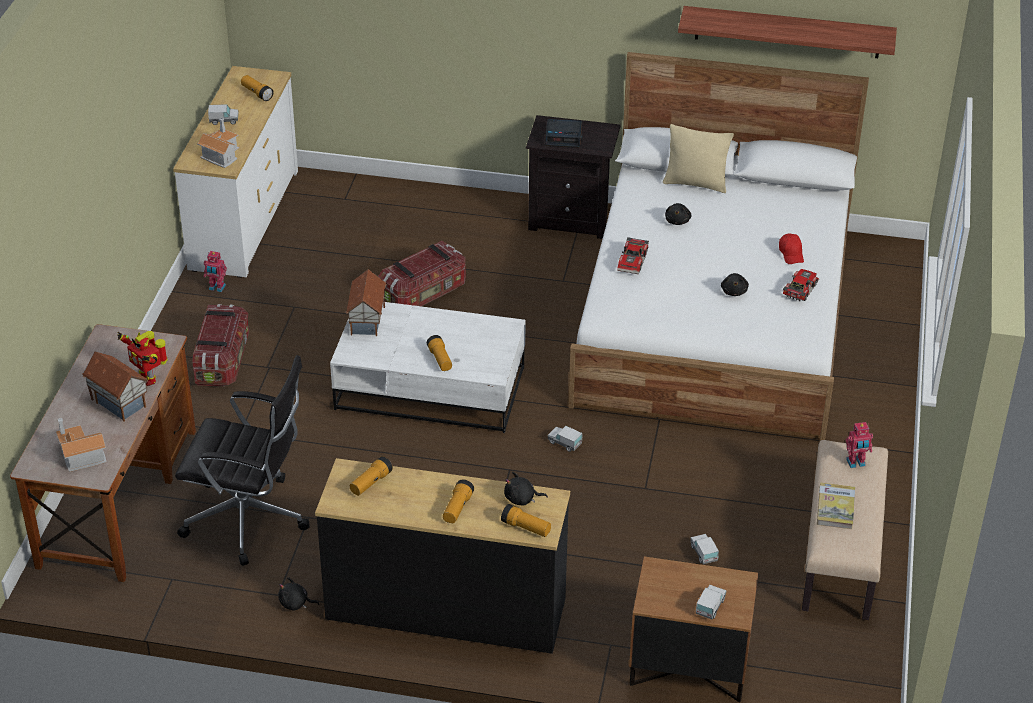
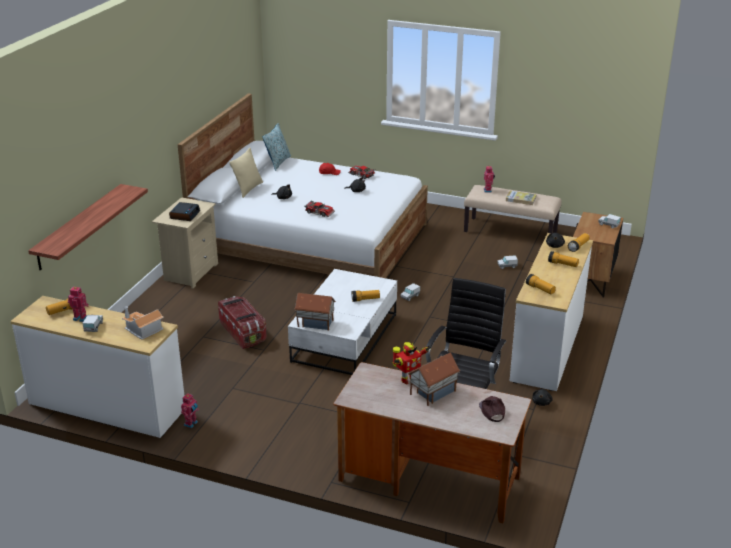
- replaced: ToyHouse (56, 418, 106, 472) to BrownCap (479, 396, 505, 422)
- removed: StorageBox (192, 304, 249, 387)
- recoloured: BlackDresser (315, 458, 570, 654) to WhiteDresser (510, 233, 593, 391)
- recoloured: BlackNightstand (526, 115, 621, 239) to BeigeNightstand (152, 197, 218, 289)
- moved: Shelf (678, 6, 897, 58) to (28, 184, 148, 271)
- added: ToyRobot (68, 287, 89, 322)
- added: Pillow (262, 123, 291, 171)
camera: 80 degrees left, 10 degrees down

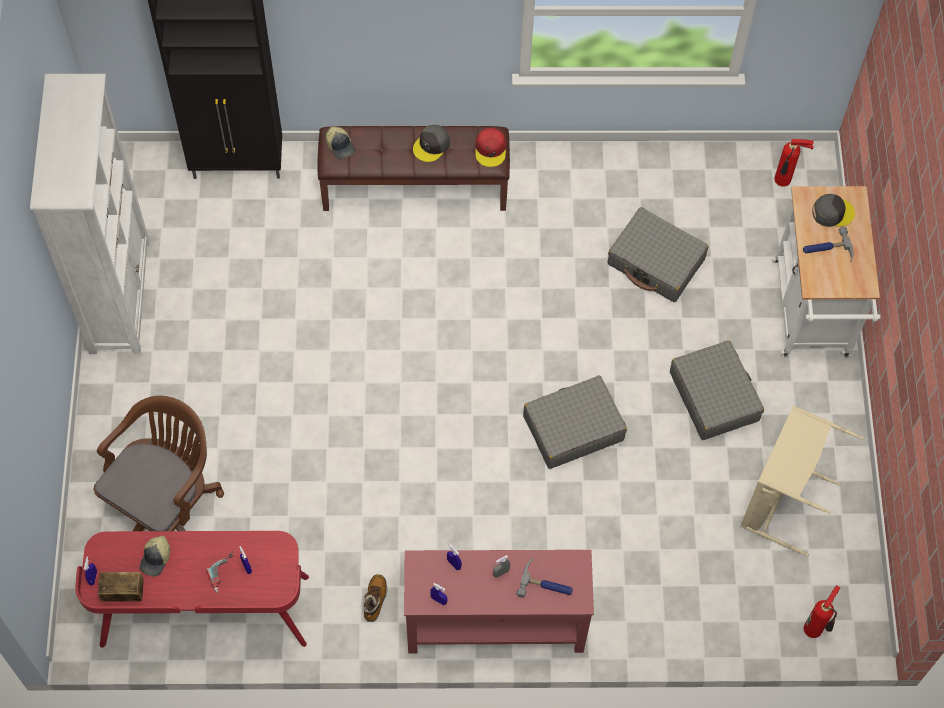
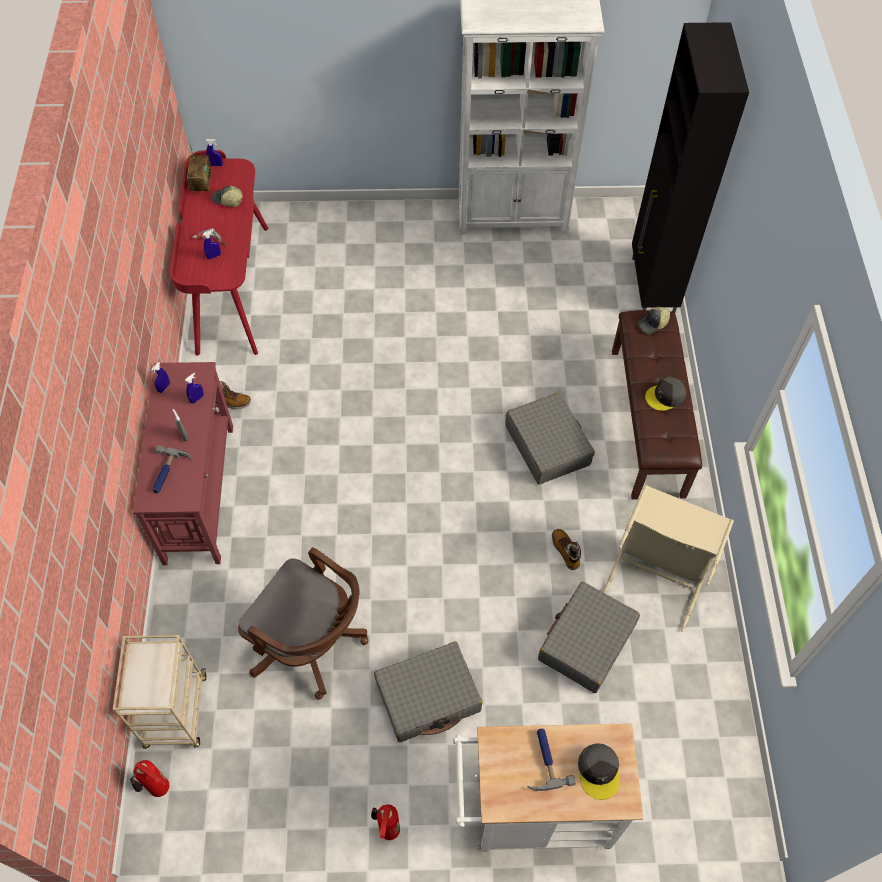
- moved: BrownOfficeChair (94, 396, 224, 531) to (238, 547, 369, 700)
- turned: GreyCap (413, 125, 450, 162) = (645, 377, 686, 411) 60 degrees counterclockwise
- removed: RedCap (475, 128, 506, 167)
- moved: GreySuitcase (523, 376, 627, 469) to (505, 392, 595, 485)
- moved: BeigeLaundryBasket (741, 405, 864, 556) to (603, 485, 734, 632)
- moved: FireExtinguisher (774, 139, 814, 187) to (371, 804, 400, 840)
- added: BeigeCart (113, 635, 207, 749)
- added: Boot (552, 529, 581, 570)
camera: 90 degrees right, 5 degrees down

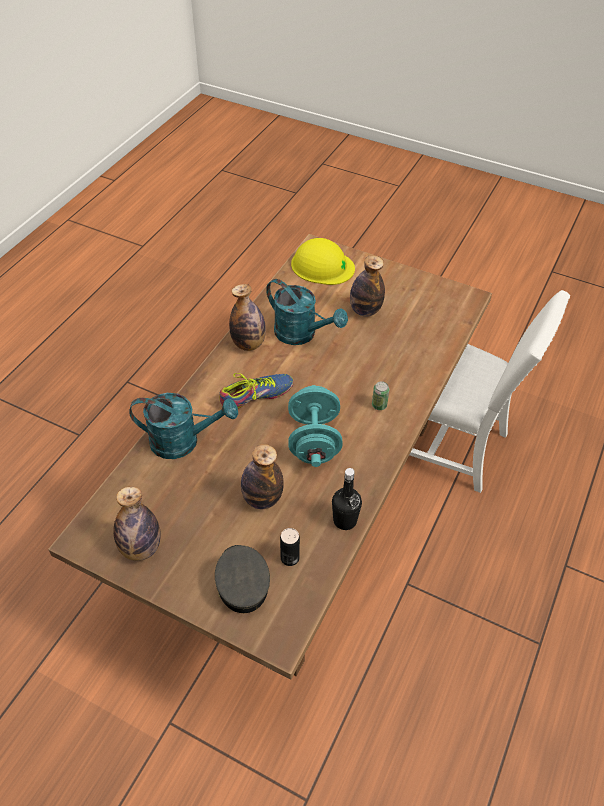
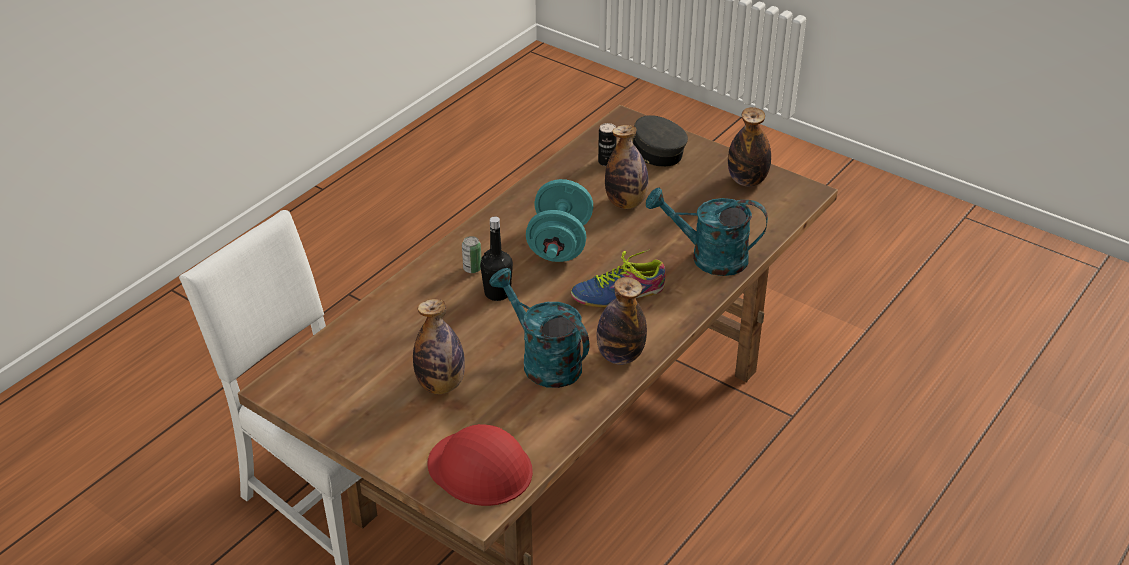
- turned: GreyCap (215, 545, 270, 613) = (632, 115, 688, 167) 135 degrees clockwise
- recoloured: YellowHardHat (291, 238, 355, 285) to RedHardHat (427, 424, 533, 506)
- moved: BlackBottle (332, 468, 362, 530) to (480, 217, 513, 301)
camera: 170 degrees left, 10 degrees down

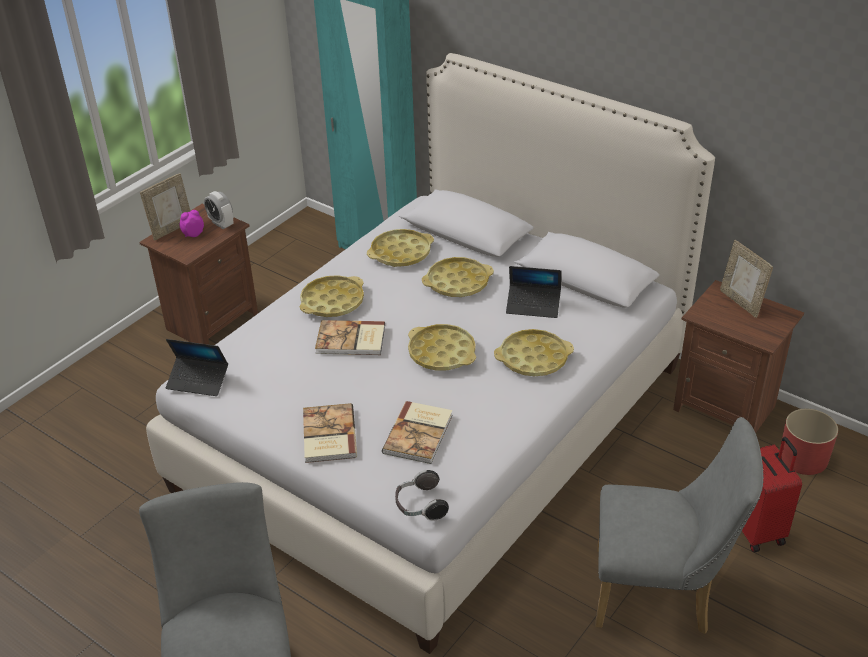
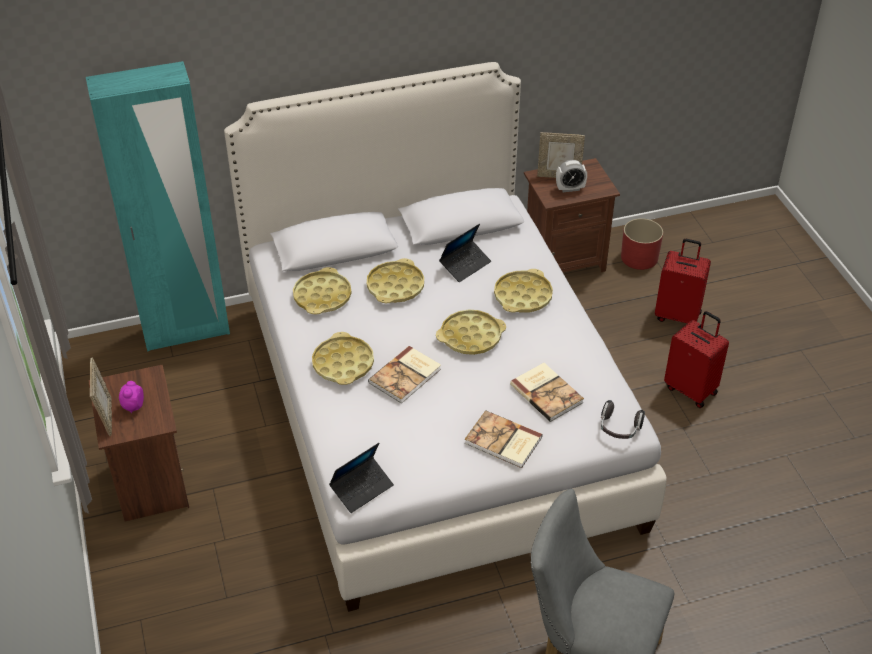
- moved: AlarmClock (204, 191, 233, 229) to (556, 160, 587, 192)
- replaced: GreyChair (595, 417, 764, 634) to RedSuitcase (664, 311, 729, 408)
camera: 55 degrees left, 5 degrees up

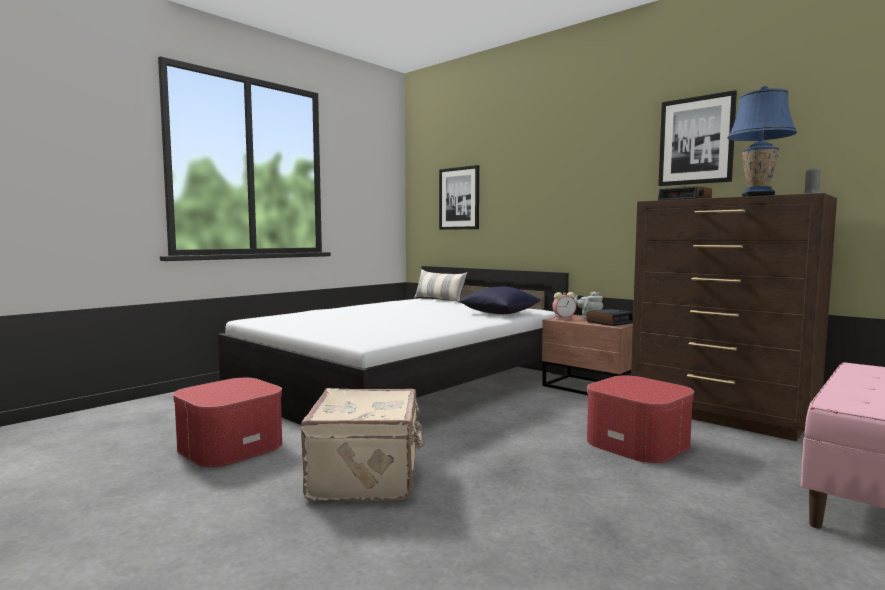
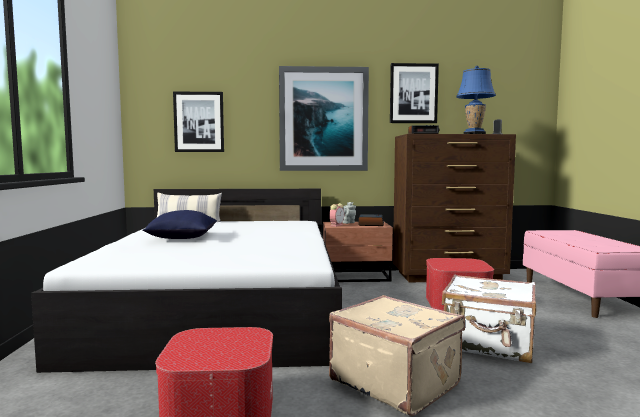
- moved: BluePillow (459, 287, 540, 314) to (142, 210, 217, 239)
- added: Picture (279, 66, 369, 171)
- added: WhiteSuitcase (442, 274, 536, 363)
camera: 45 degrees left, 0 degrees up

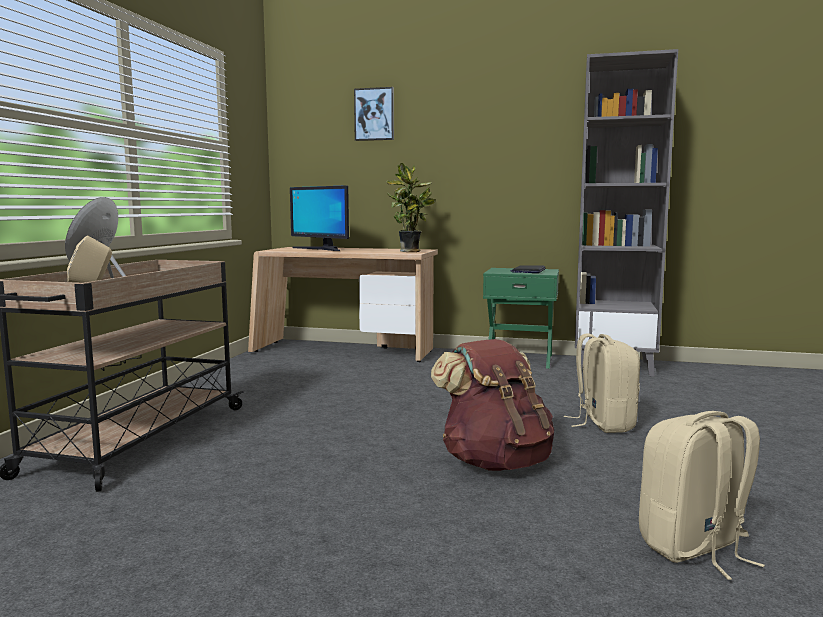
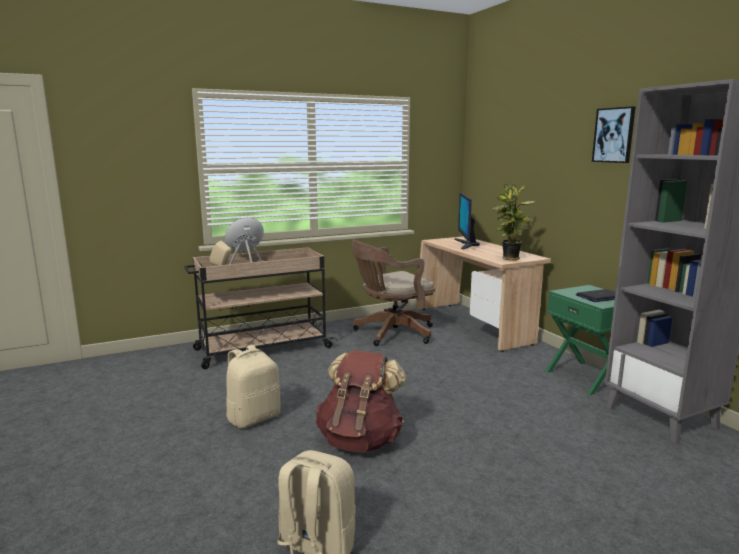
- moved: Picture (354, 87, 394, 141) to (592, 106, 635, 163)
- moved: BeigeBackpack (564, 333, 640, 433) to (226, 345, 281, 428)
- added: BrownOfficeChair (351, 240, 435, 346)
camera: 50 degrees right, 5 degrees up

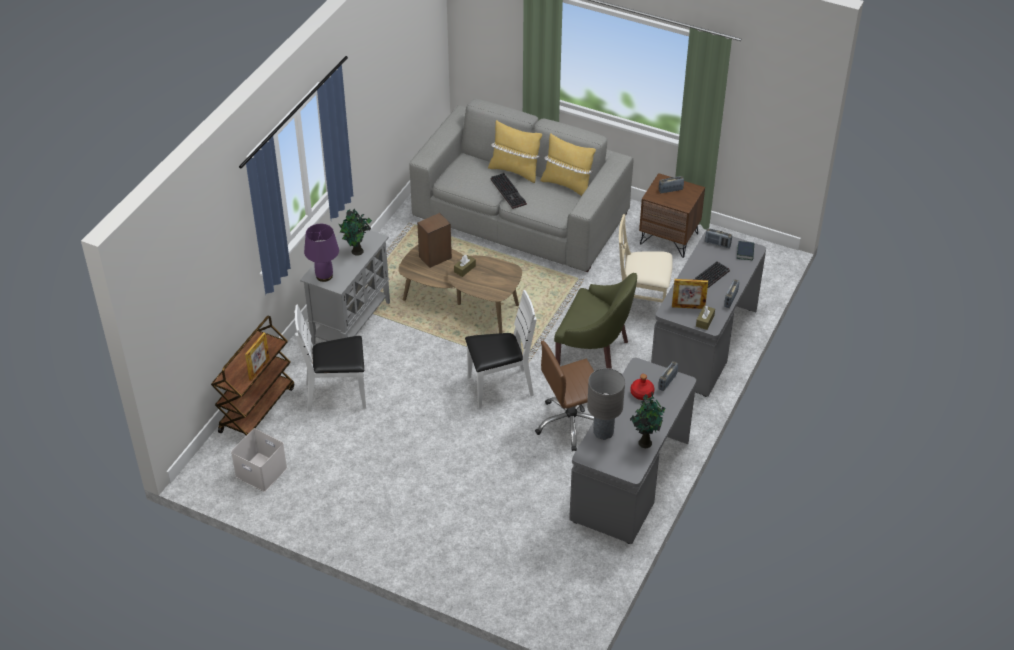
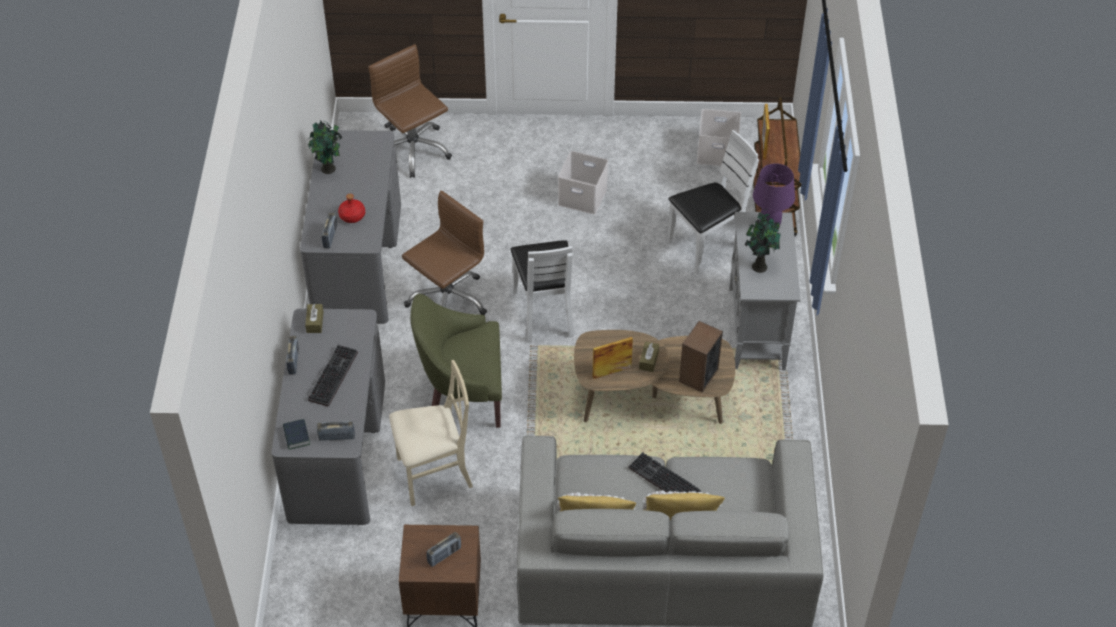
- turned: WhiteChair (465, 290, 537, 409) = (511, 240, 574, 342) 60 degrees counterclockwise
- removed: GreyTableLamp (587, 368, 625, 440)
- moved: PictureFrame (672, 279, 708, 309) to (593, 337, 633, 379)
- added: BrownOfficeChair (368, 44, 452, 178)
- added: WhiteStorageBox (558, 151, 608, 215)
camera: 155 degrees right, 5 degrees up

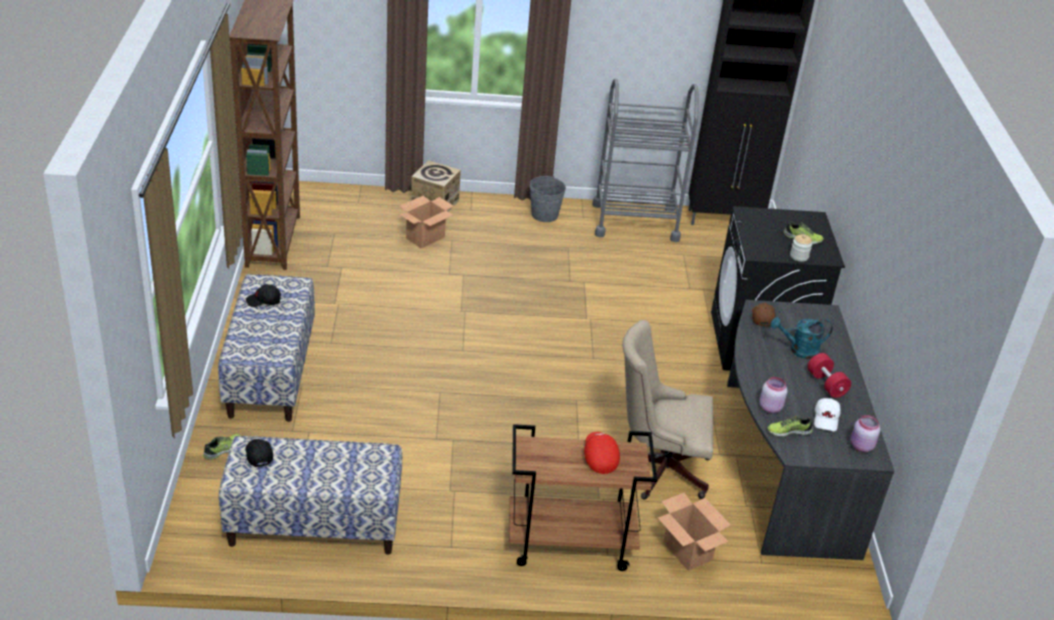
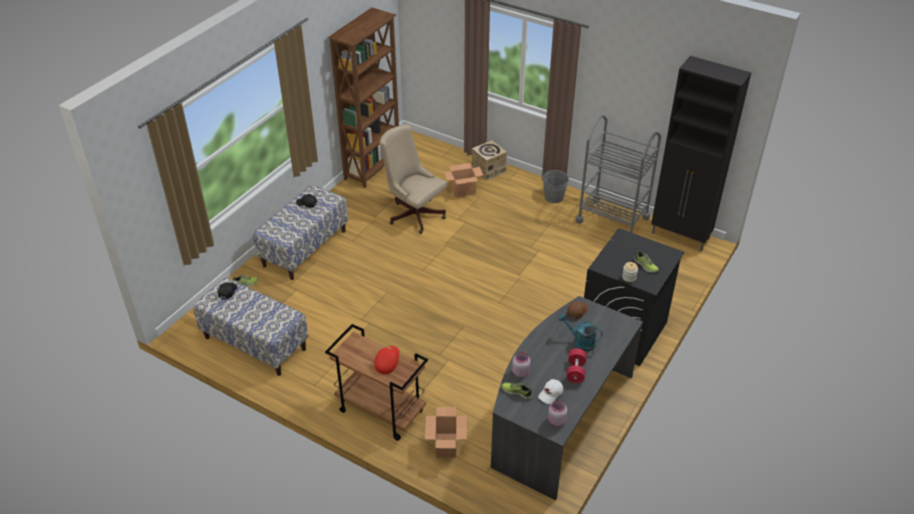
- moved: BeigeOfficeChair (622, 320, 713, 500) to (379, 124, 447, 234)
camera: 35 degrees right, 5 degrees up

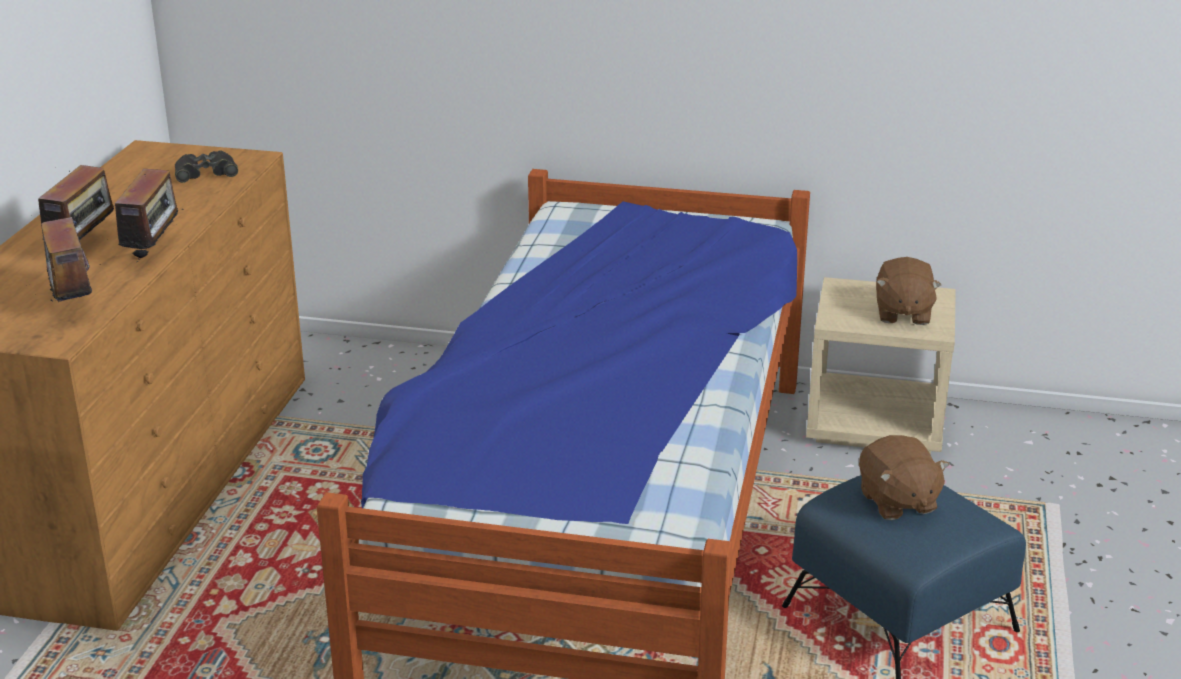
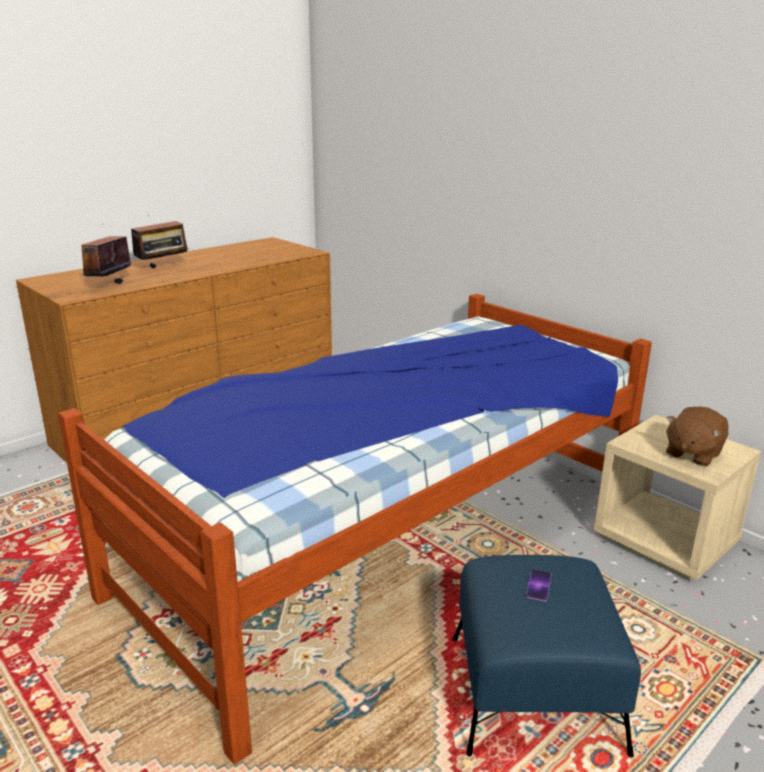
- removed: Radio (115, 169, 183, 265)
- removed: BlackBinoculars (175, 150, 238, 183)
- replaced: BrownPlushToy (859, 435, 950, 520) to Phone (526, 569, 552, 602)
camera: 35 degrees right, 5 degrees down

